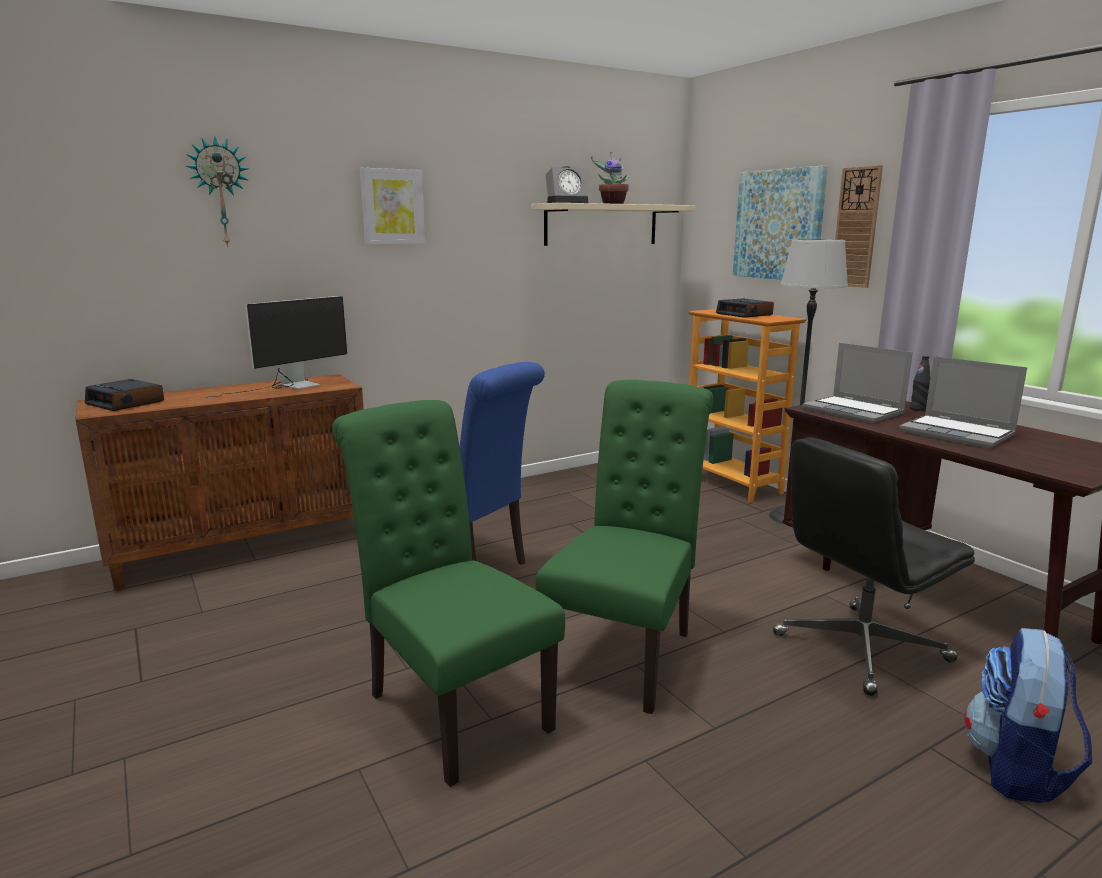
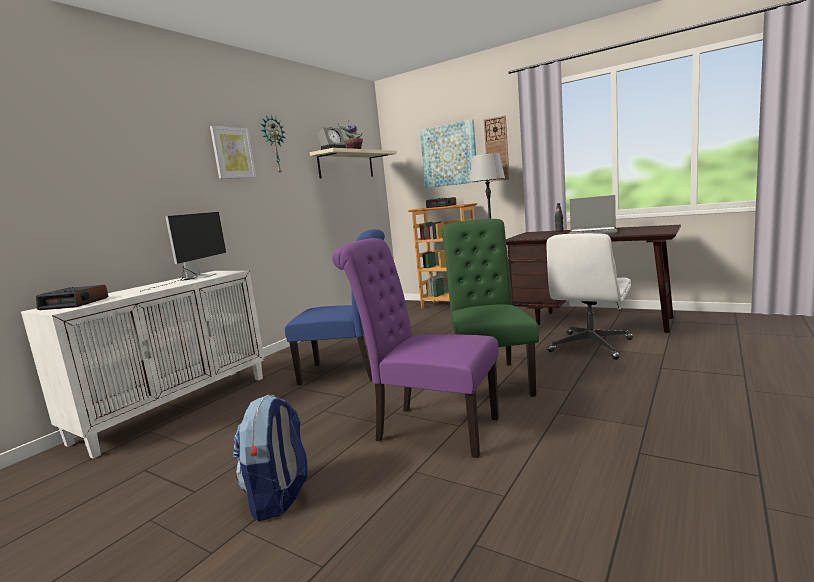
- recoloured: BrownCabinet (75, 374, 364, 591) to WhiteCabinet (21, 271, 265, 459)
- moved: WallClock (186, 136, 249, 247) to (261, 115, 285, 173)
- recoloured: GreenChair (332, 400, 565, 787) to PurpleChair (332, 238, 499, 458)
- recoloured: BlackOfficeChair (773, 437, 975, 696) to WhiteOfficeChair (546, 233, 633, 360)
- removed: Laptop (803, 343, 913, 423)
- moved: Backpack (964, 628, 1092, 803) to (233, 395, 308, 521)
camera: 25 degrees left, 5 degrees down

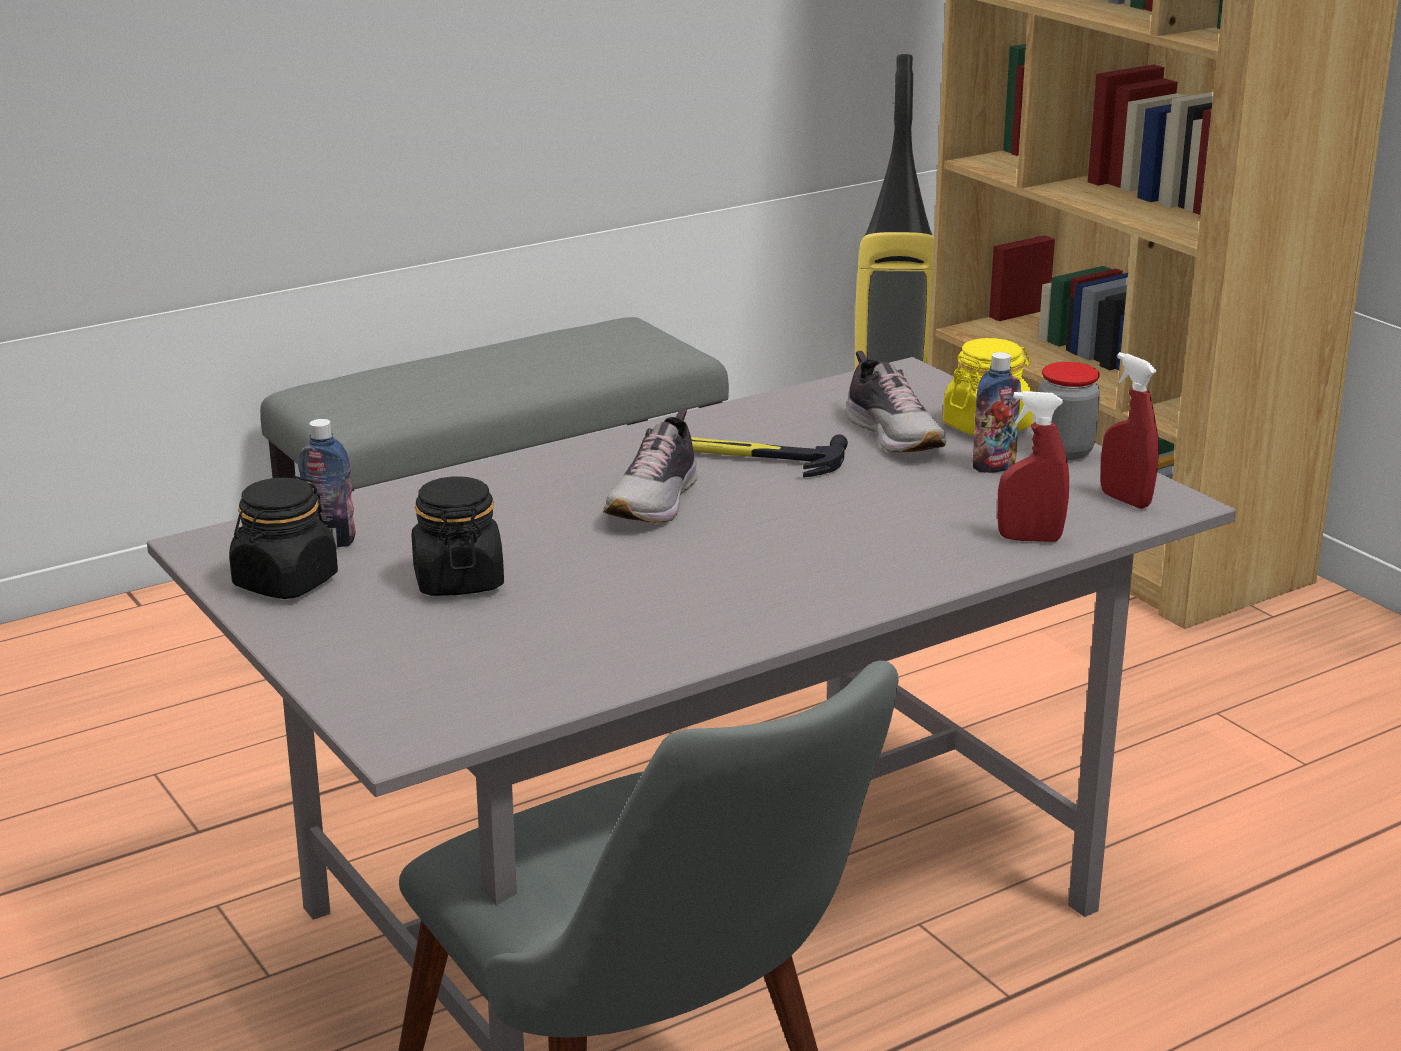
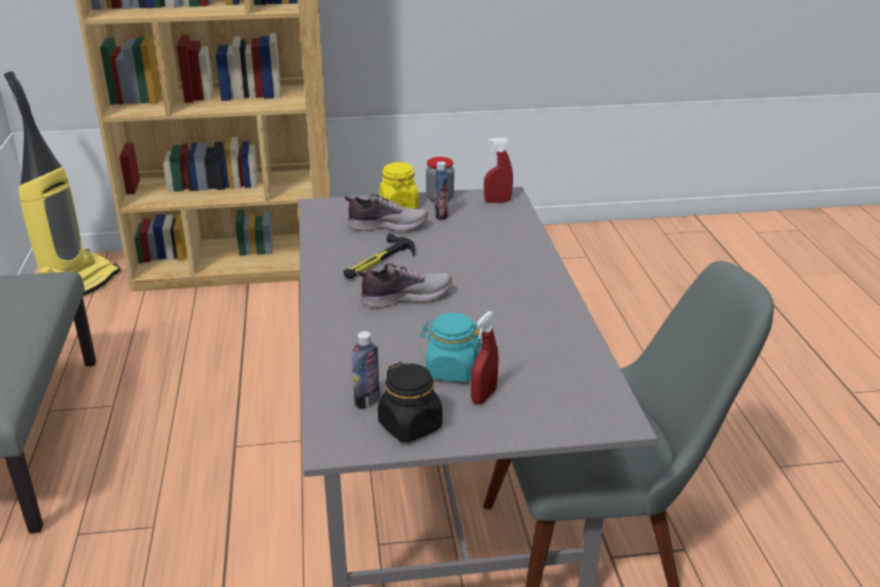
- recoloured: BlackJar (411, 476, 504, 596) to TurquoiseJar (420, 313, 482, 382)
- turned: Shoe (603, 408, 697, 523) = (357, 263, 452, 308) 60 degrees counterclockwise
- moved: RedSprayBottle (997, 391, 1069, 542) to (471, 311, 498, 404)
camera: 65 degrees left, 5 degrees up

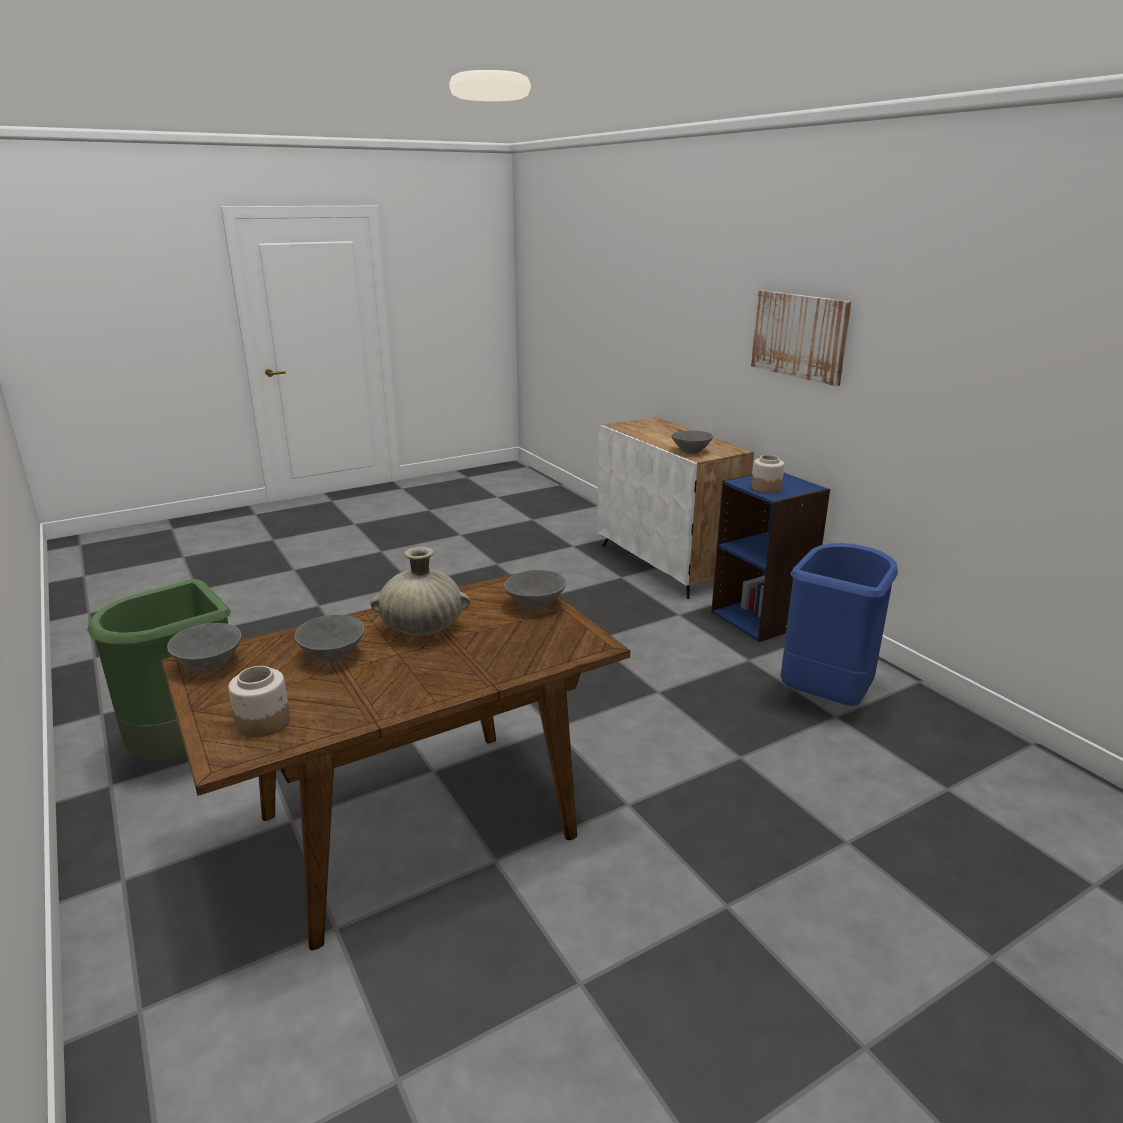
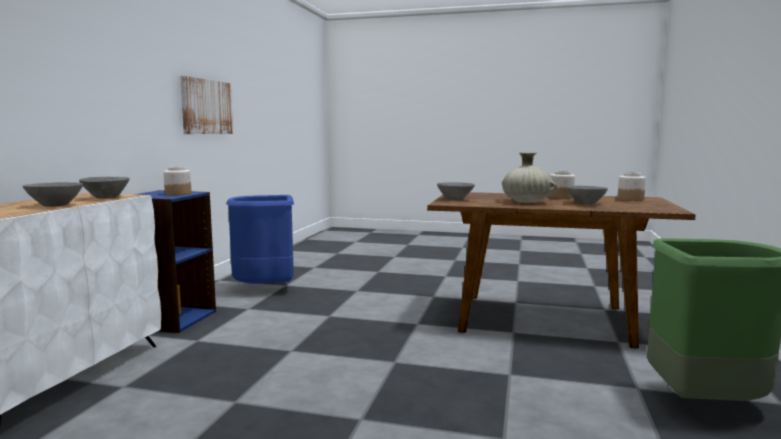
- moved: GreyBowl (167, 623, 241, 672) to (23, 182, 83, 207)
- moved: Picture (751, 290, 852, 386) to (180, 76, 233, 134)
- added: Jar (549, 171, 575, 199)
camera: 135 degrees left, 15 degrees down

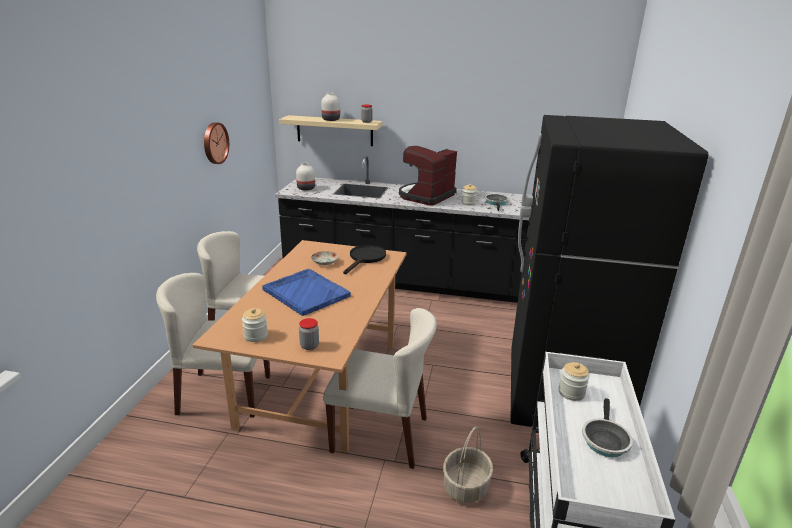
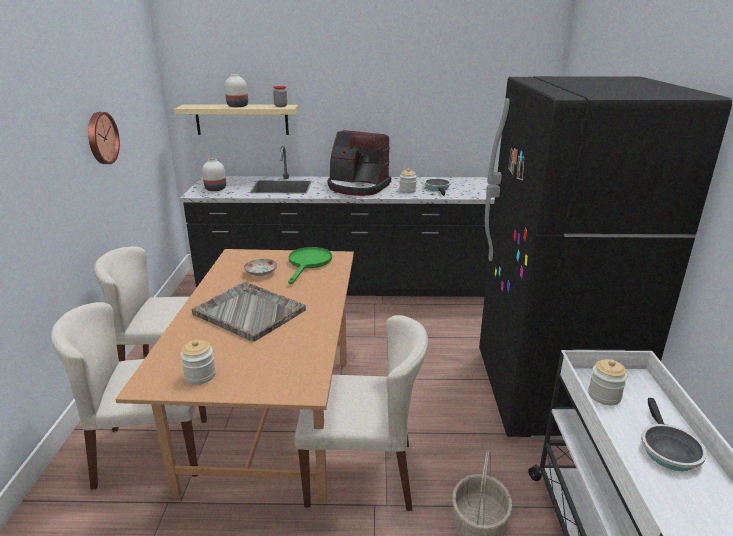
- recoloured: BlueTray (262, 269, 351, 316) to GreyTray (192, 282, 306, 342)
- removed: Jar (299, 318, 319, 350)
- recoloured: BlackFryingPan (343, 245, 386, 274) to GreenFryingPan (288, 247, 332, 284)
- turned: CoffeeMachine (399, 146, 457, 206) = (327, 130, 391, 196) 90 degrees counterclockwise
camera: 10 degrees left, 0 degrees up

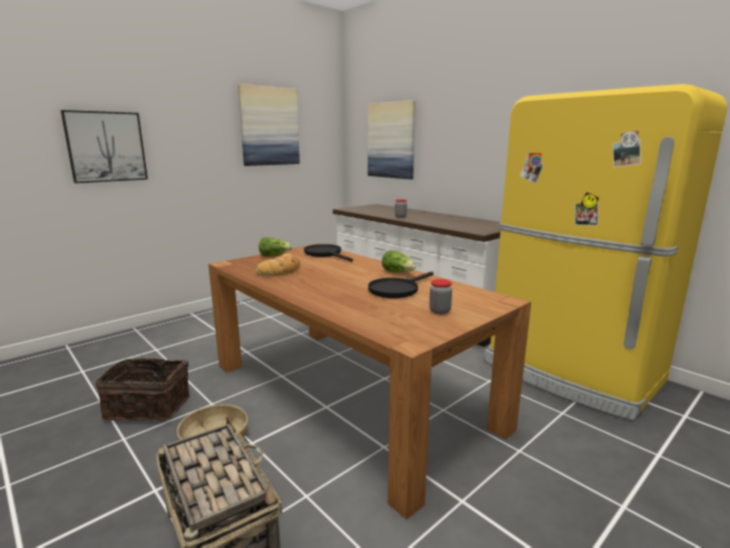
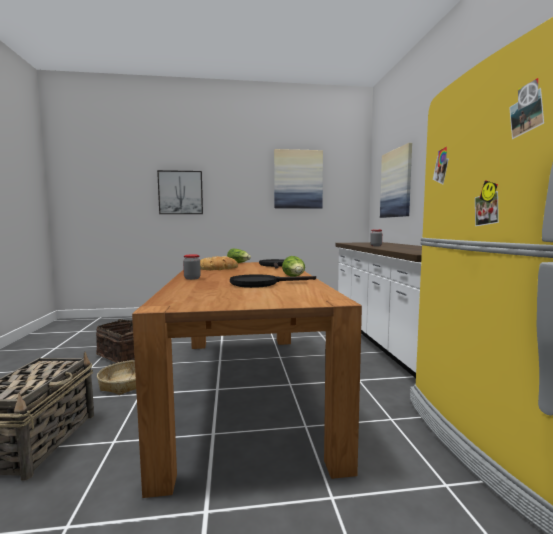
- moved: Jar (429, 279, 452, 314) to (183, 254, 201, 280)
camera: 35 degrees right, 10 degrees down

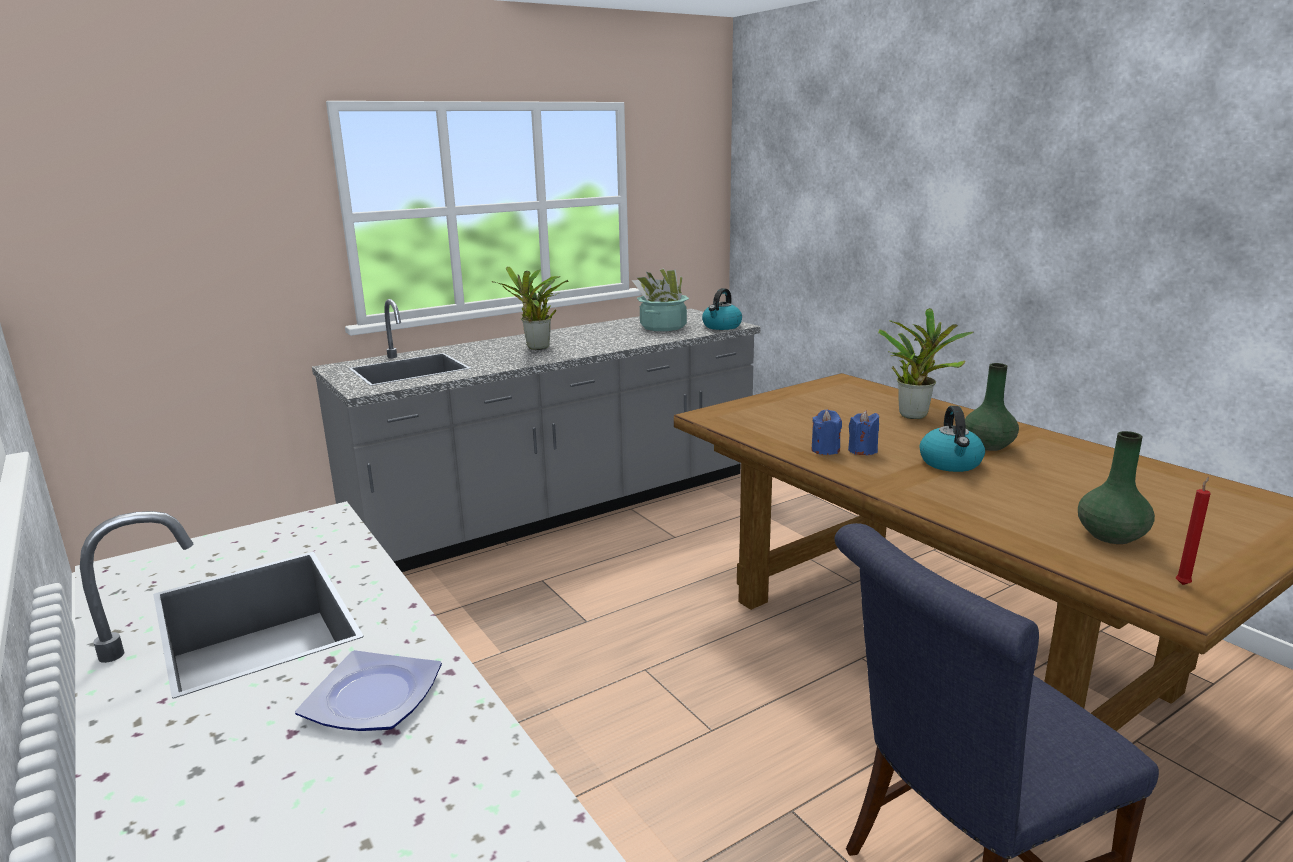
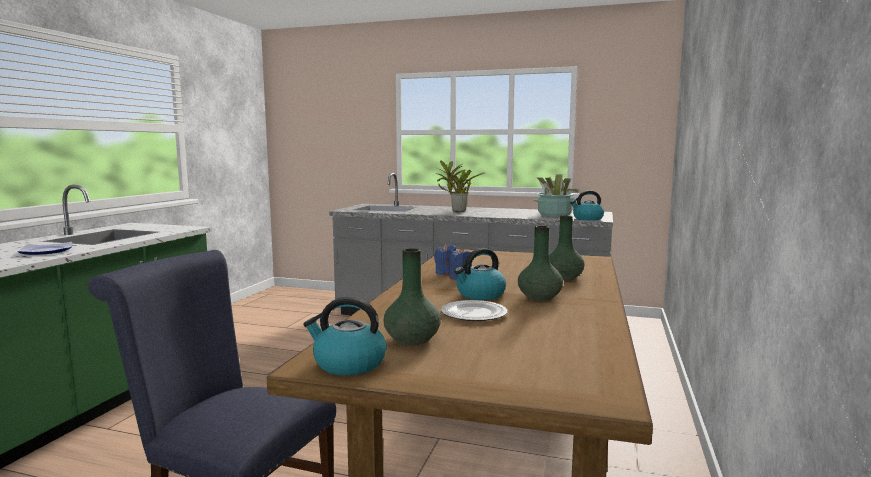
- replaced: PottedPlant (878, 308, 973, 419) to GreenVase (549, 215, 584, 281)
- replaced: RedCandle (1176, 477, 1211, 585) to Kettle (303, 297, 387, 376)
- added: Plate (441, 300, 507, 321)
camera: 50 degrees right, 10 degrees down

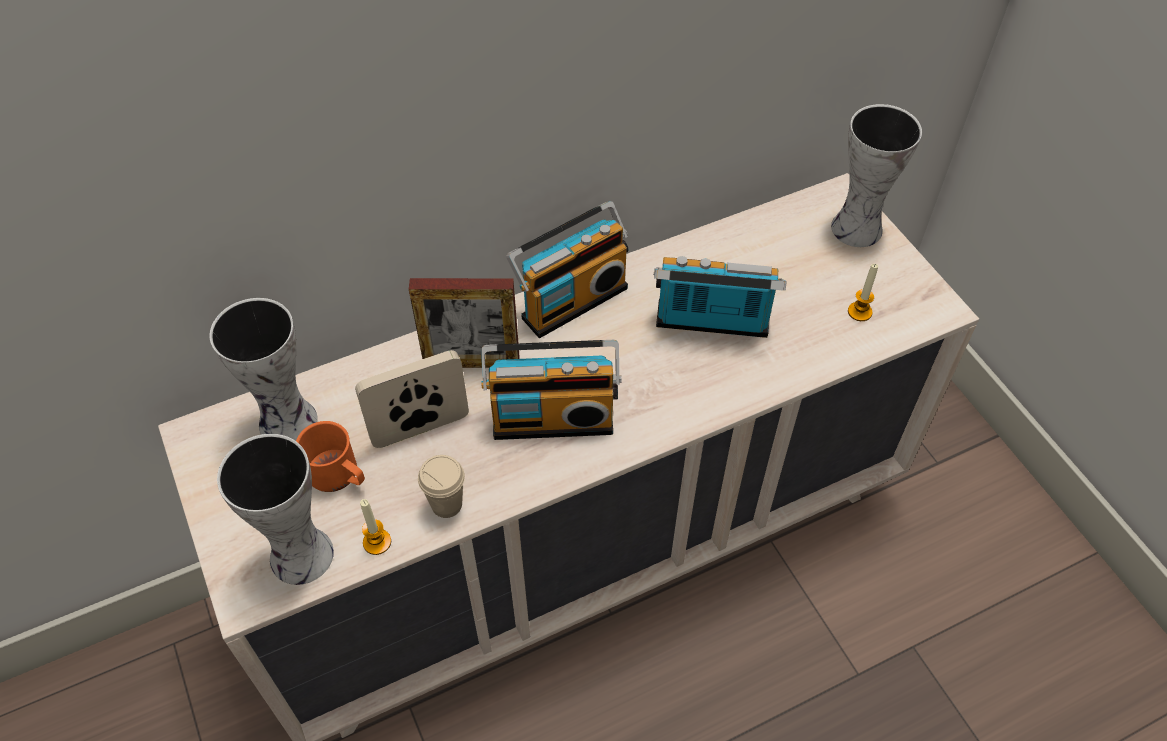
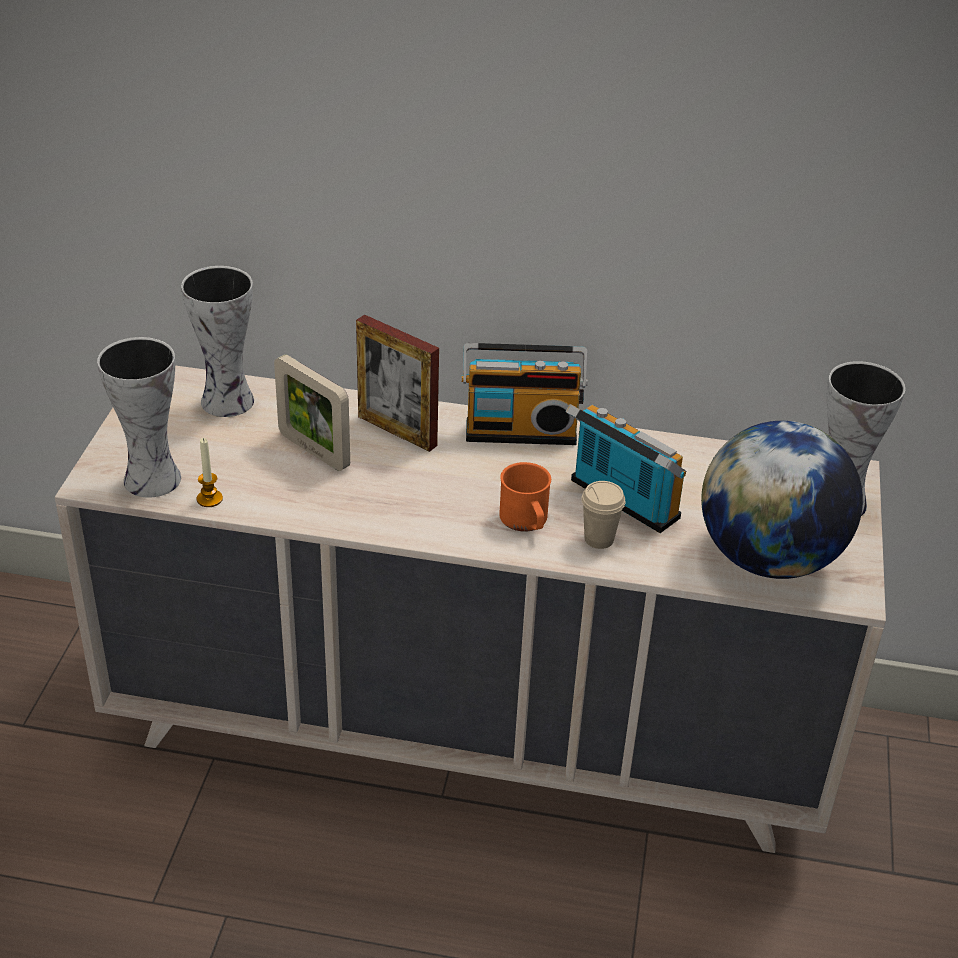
- moved: OrangeMug (296, 421, 365, 492) to (499, 462, 551, 532)
- turned: PictureFrame (355, 350, 469, 448) = (274, 354, 350, 471) 150 degrees counterclockwise
- moved: BeigeCup (418, 455, 465, 518) to (581, 481, 625, 549)
- removed: Radio (481, 340, 621, 440)
- replaced: Candle (848, 264, 878, 321) to Globe (701, 421, 863, 579)
camera: 35 degrees right, 15 degrees down

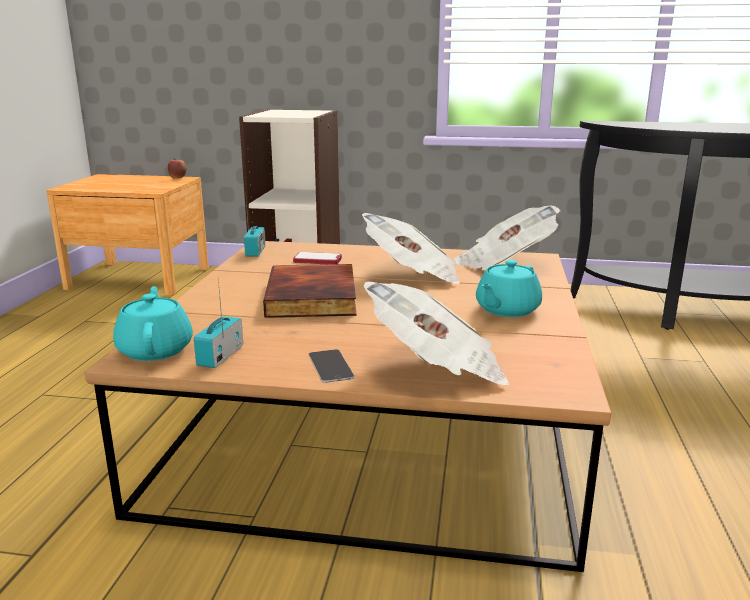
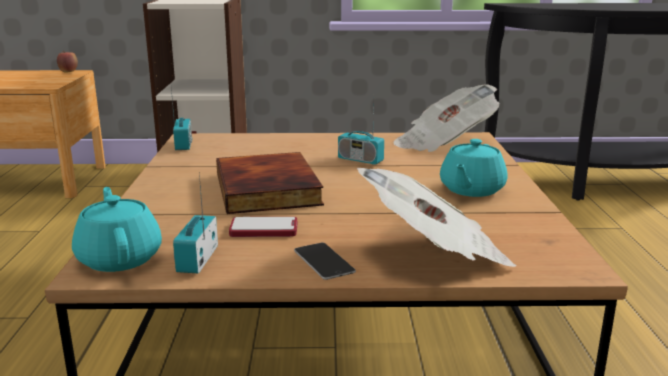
- moved: Phone (293, 252, 342, 264) to (229, 217, 297, 237)
- replaced: Newspaper (362, 213, 460, 284) to Radio (338, 102, 384, 165)
camera: 10 degrees left, 0 degrees up

